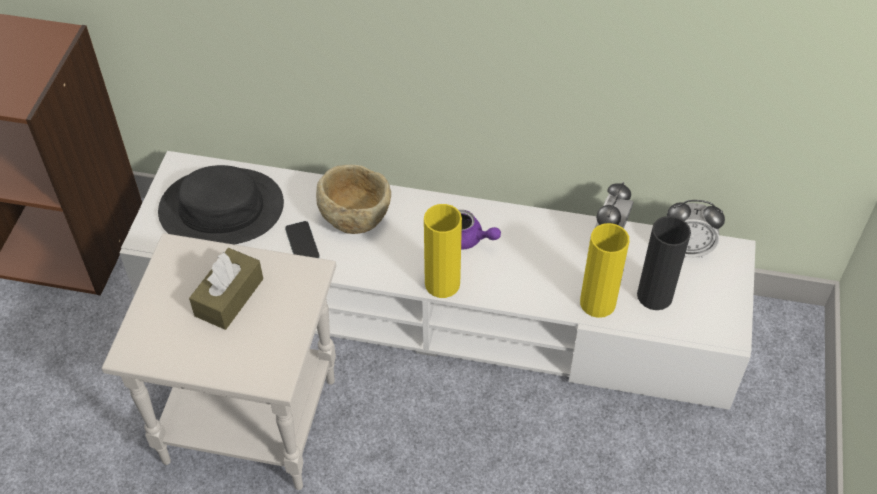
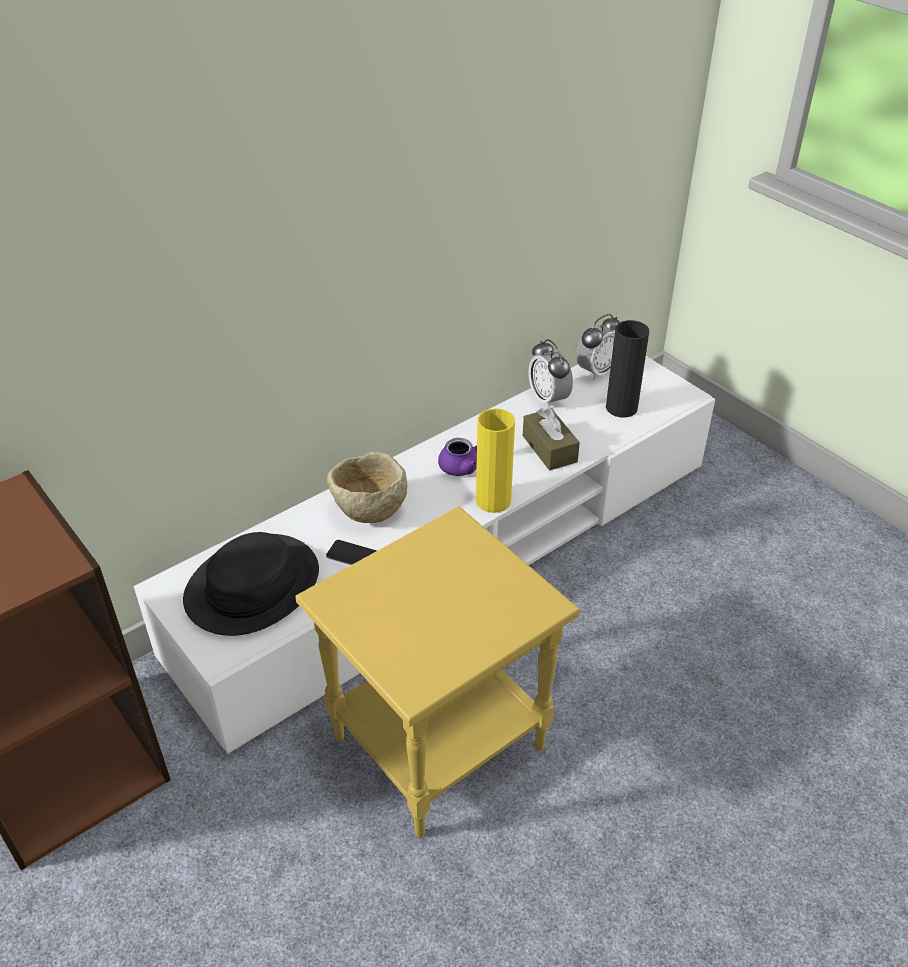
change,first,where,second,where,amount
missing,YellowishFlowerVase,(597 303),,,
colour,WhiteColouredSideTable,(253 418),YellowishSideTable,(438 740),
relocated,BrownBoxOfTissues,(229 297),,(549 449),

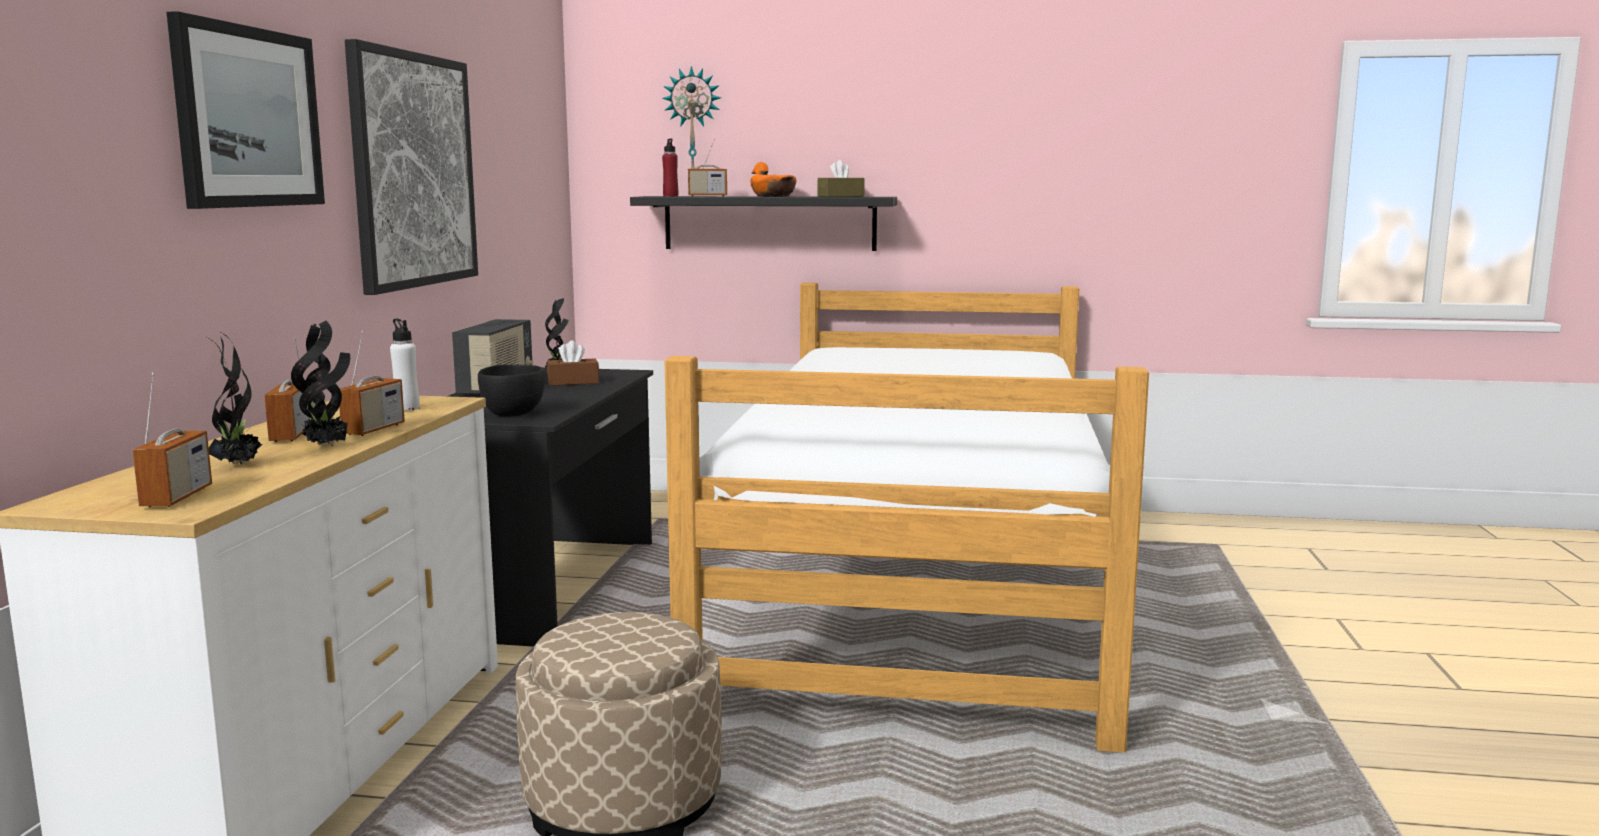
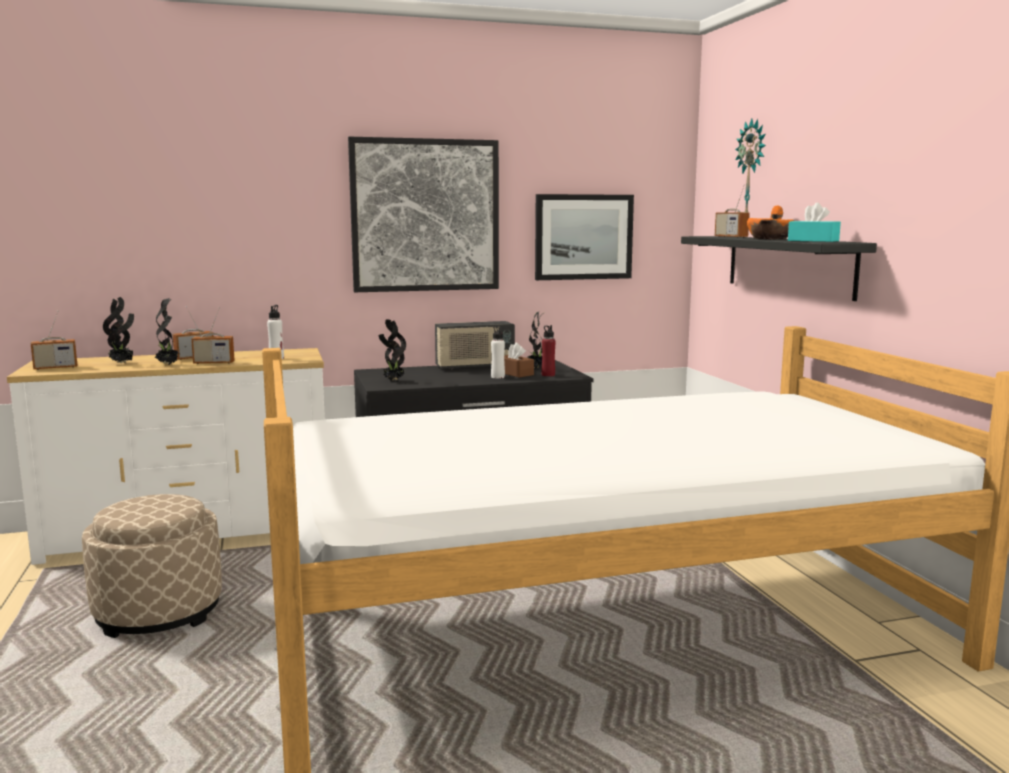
change,first,where,second,where,amount
relocated,WallArt,(248 117),,(583 237),
relocated,ReddishBottle,(670 196),,(548 375),
colour,BrownBoxOfTissues,(840 196),TurquoiseColouredBoxOfTissues,(813 241),
exchanged,BlackishServingBowl,(513 414),PlantInAPot,(393 380),
appeared,,,WhiteColouredBottle,(497 377),

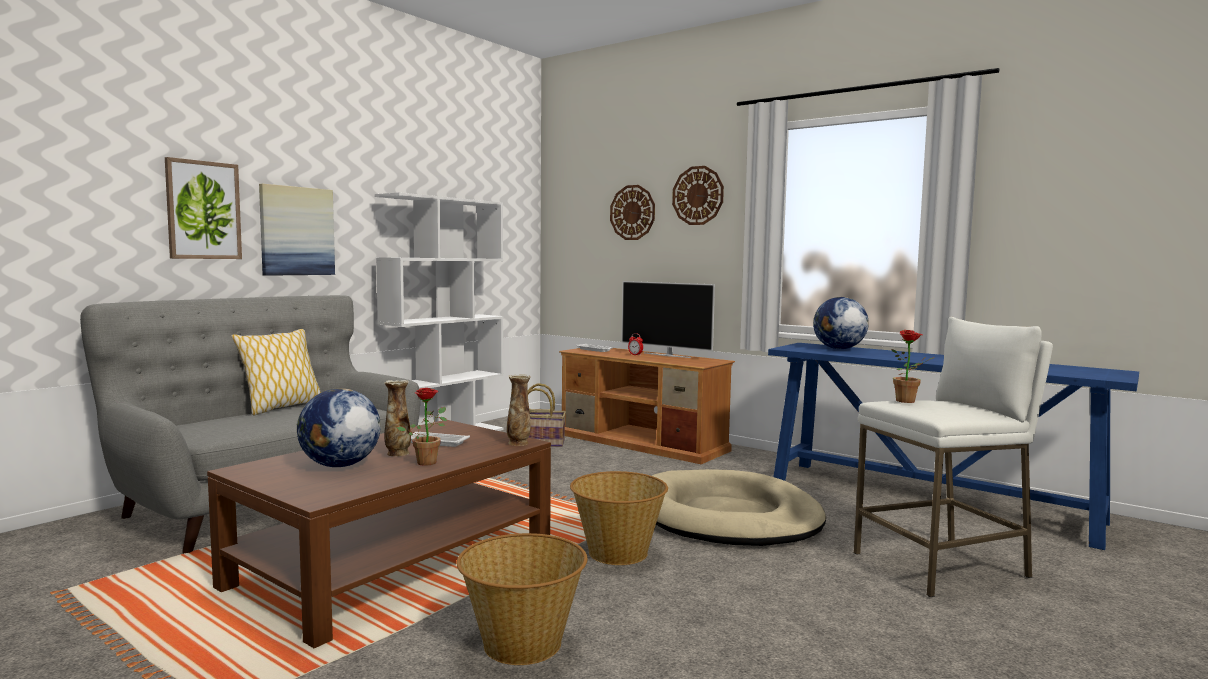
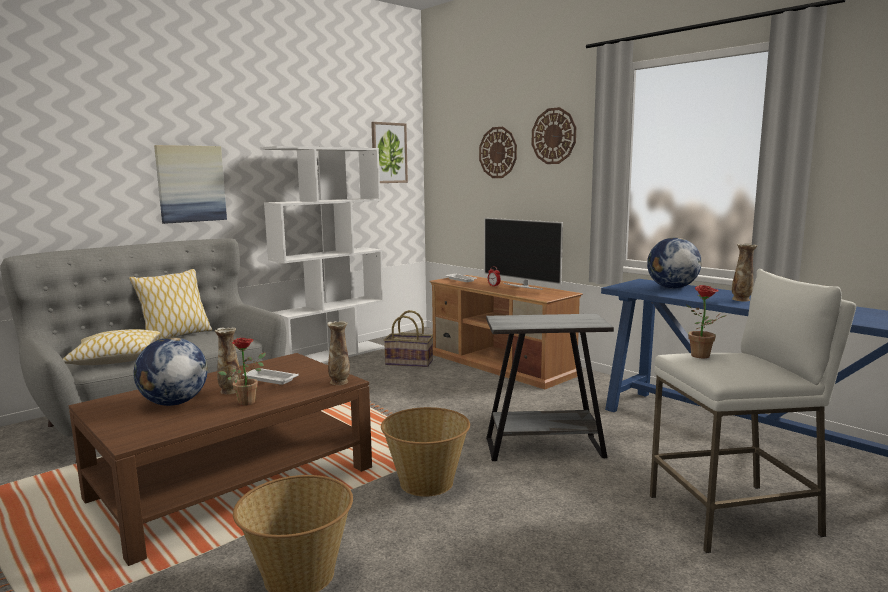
change,first,where,second,where,amount
relocated,WallArt,(203 210),,(389 153),
exchanged,BeigePetBed,(727 516),GreySideTable,(544 448),
appeared,,,FlowerVase,(741 299),
appeared,,,Pillow,(115 358),

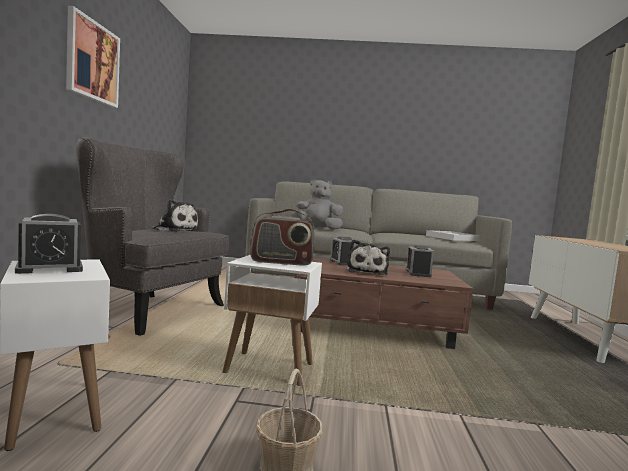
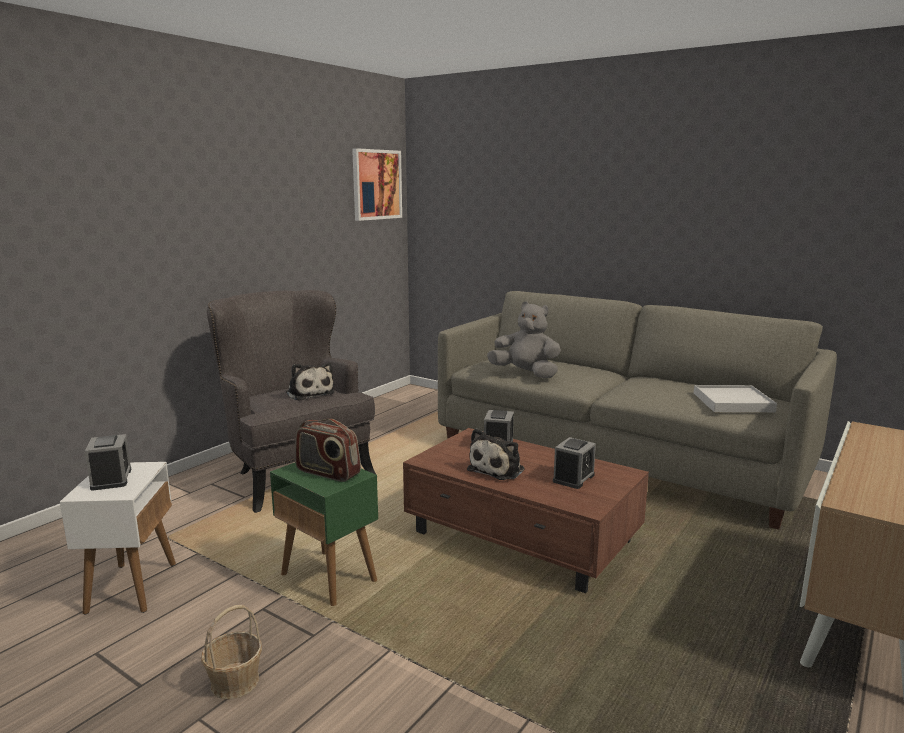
change,first,where,second,where,amount
relocated,WallArt,(92 61),,(376 184),
spun,TableClock,(50 268),,(111 479),105 degrees counterclockwise
colour,WhiteColouredSideTable,(270 369),GreenSideTable,(329 578),

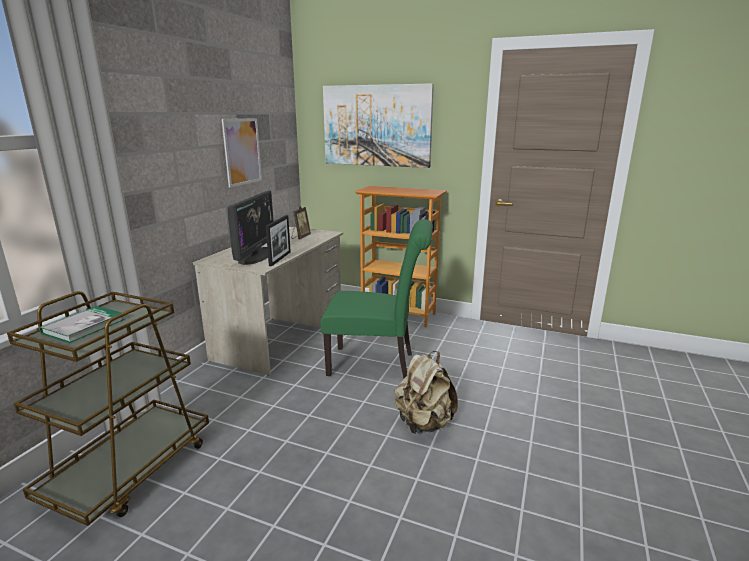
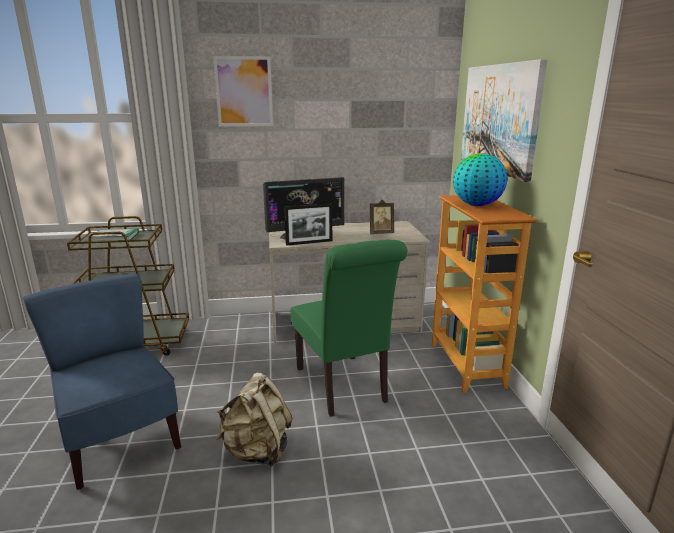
change,first,where,second,where,amount
relocated,WallArt,(242 151),,(244 92),
appeared,,,DeskGlobe,(476 205),
appeared,,,BluishPlainChair,(120 441),

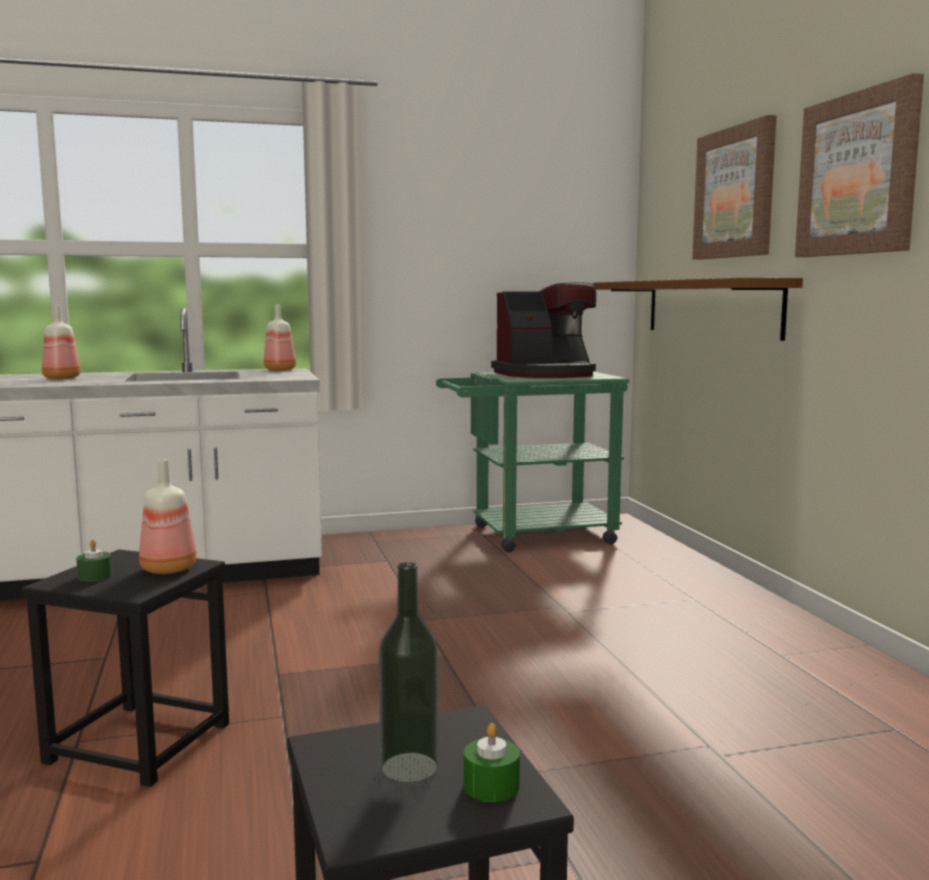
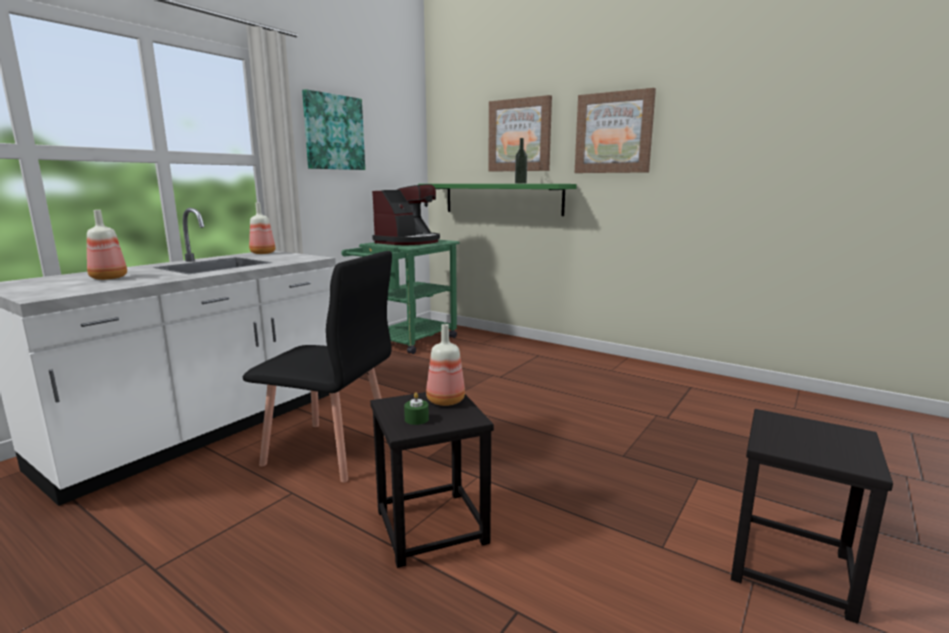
change,first,where,second,where,amount
colour,BrownBracketShelf,(710 307),GreenBracketShelf,(502 198),
relocated,Bottle,(409 768),,(520 183),
missing,GreenWaxLight,(491 786),,,
appeared,,,WallArt,(333 132),
appeared,,,BlackishPlainChair,(329 451),

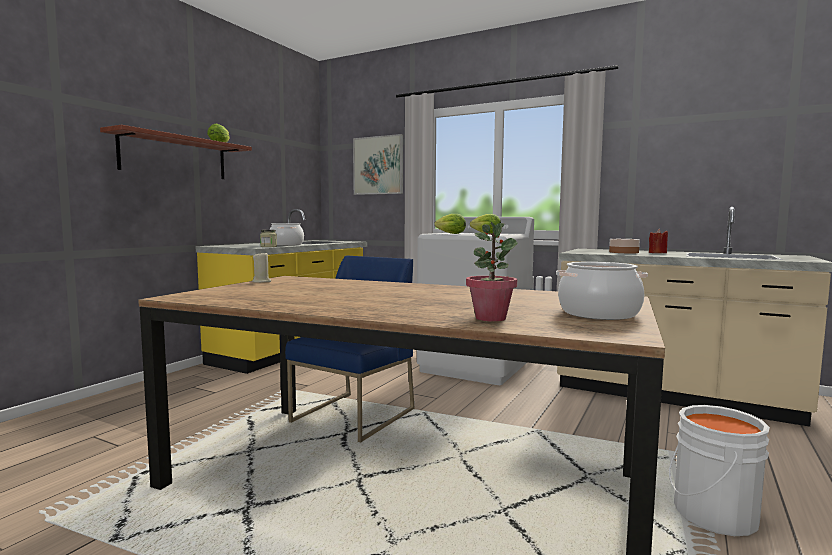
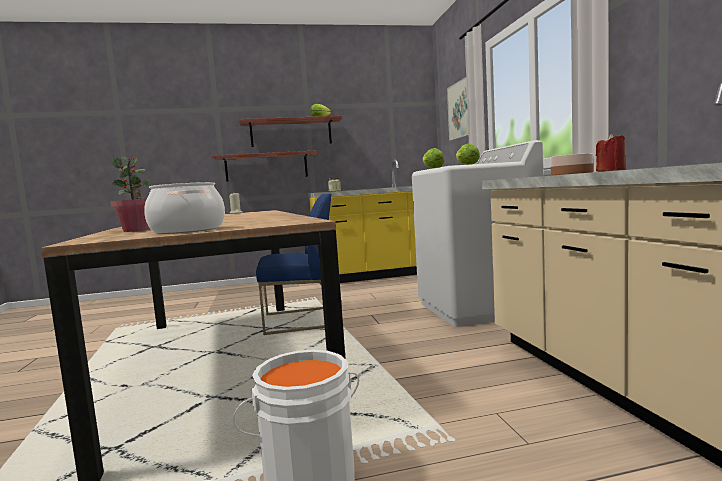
change,first,where,second,where,amount
missing,CookingPot,(286 244),,,
appeared,,,BracketShelf,(266 167),

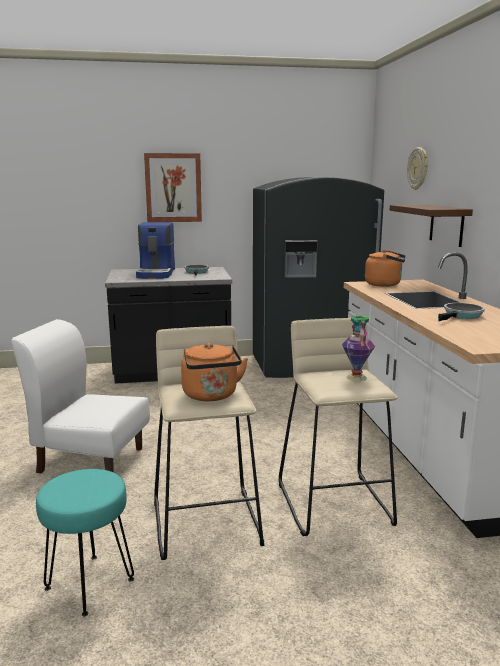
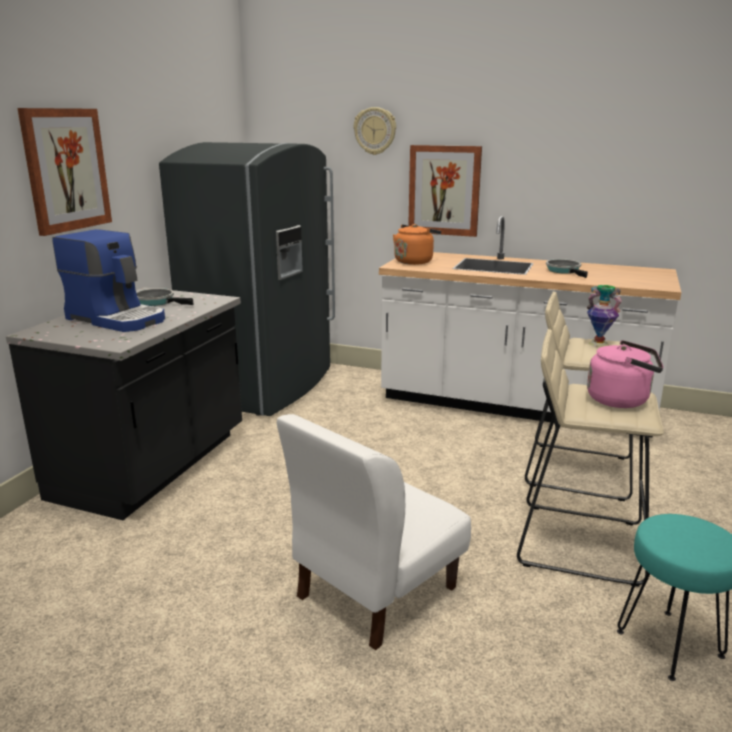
change,first,where,second,where,amount
exchanged,BrownBracketShelf,(446 225),WallArt,(444 190),
colour,OrangeKettle,(211 396),PinkKettle,(621 400),

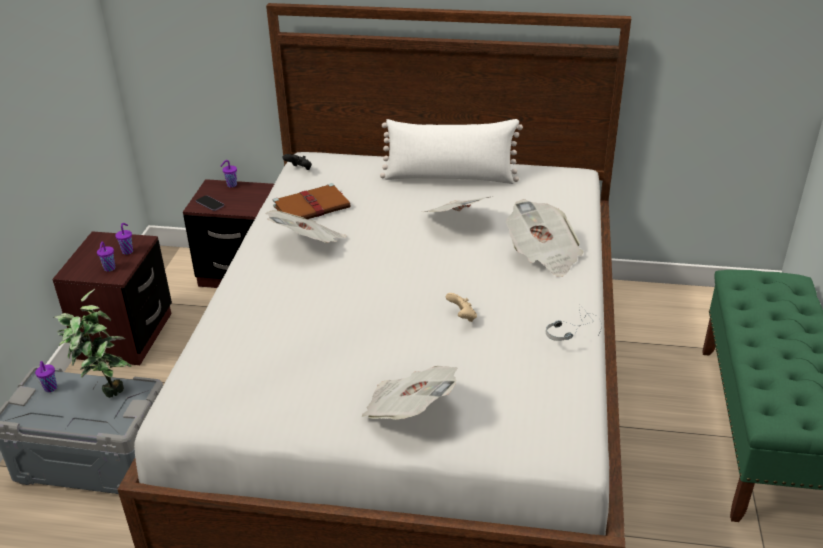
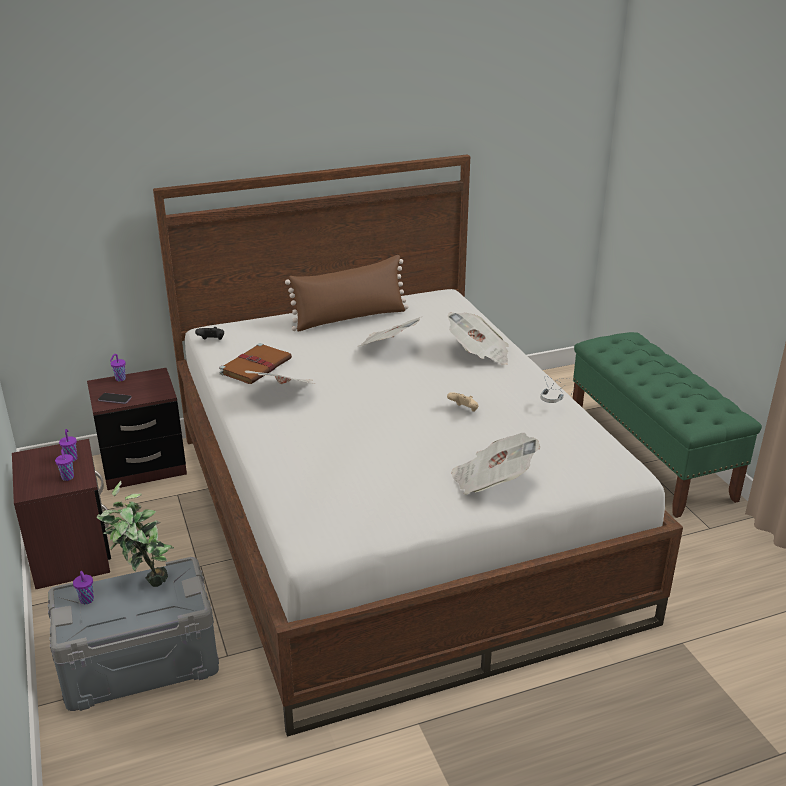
change,first,where,second,where,amount
colour,WhiteColouredPillow,(450 178),BrownPillow,(350 318),

